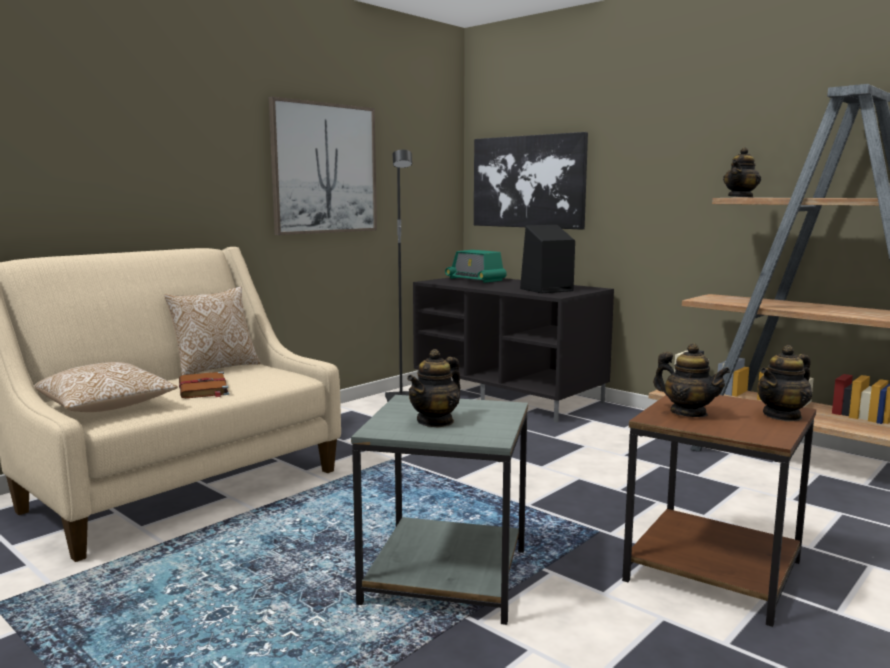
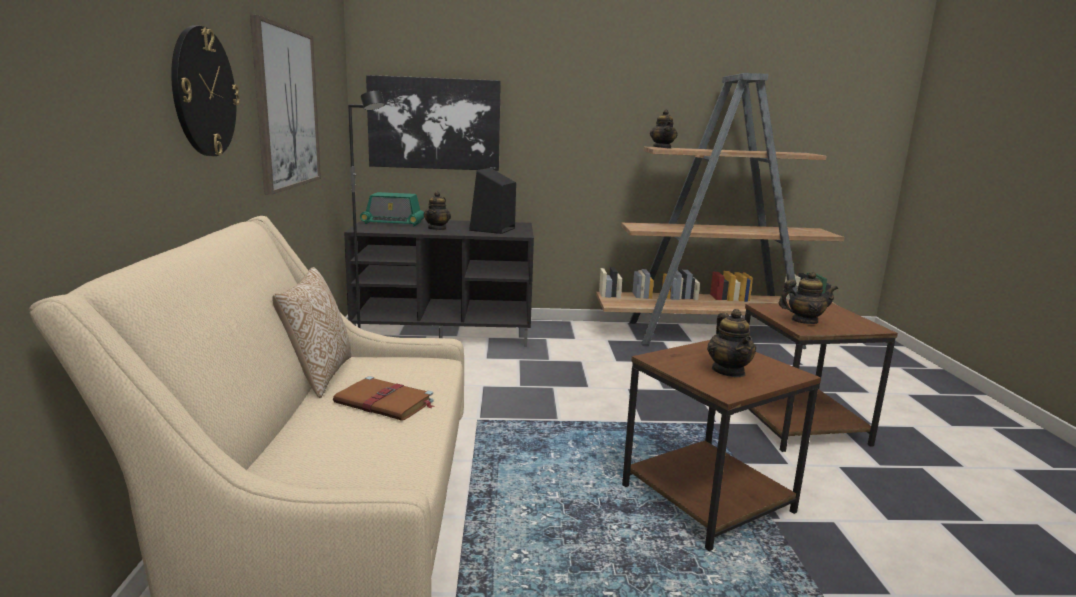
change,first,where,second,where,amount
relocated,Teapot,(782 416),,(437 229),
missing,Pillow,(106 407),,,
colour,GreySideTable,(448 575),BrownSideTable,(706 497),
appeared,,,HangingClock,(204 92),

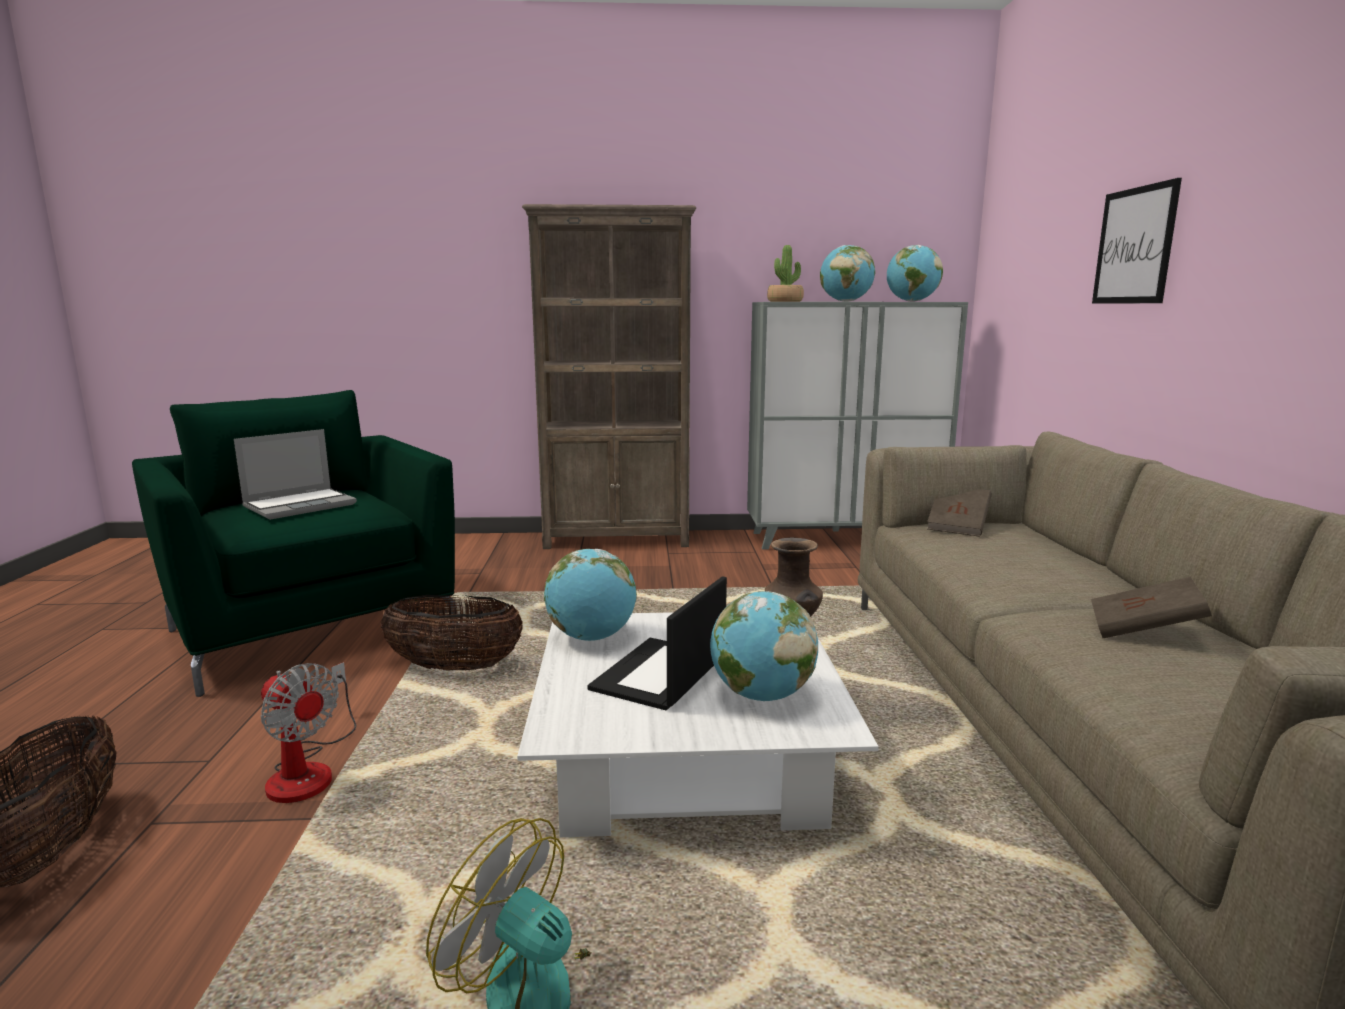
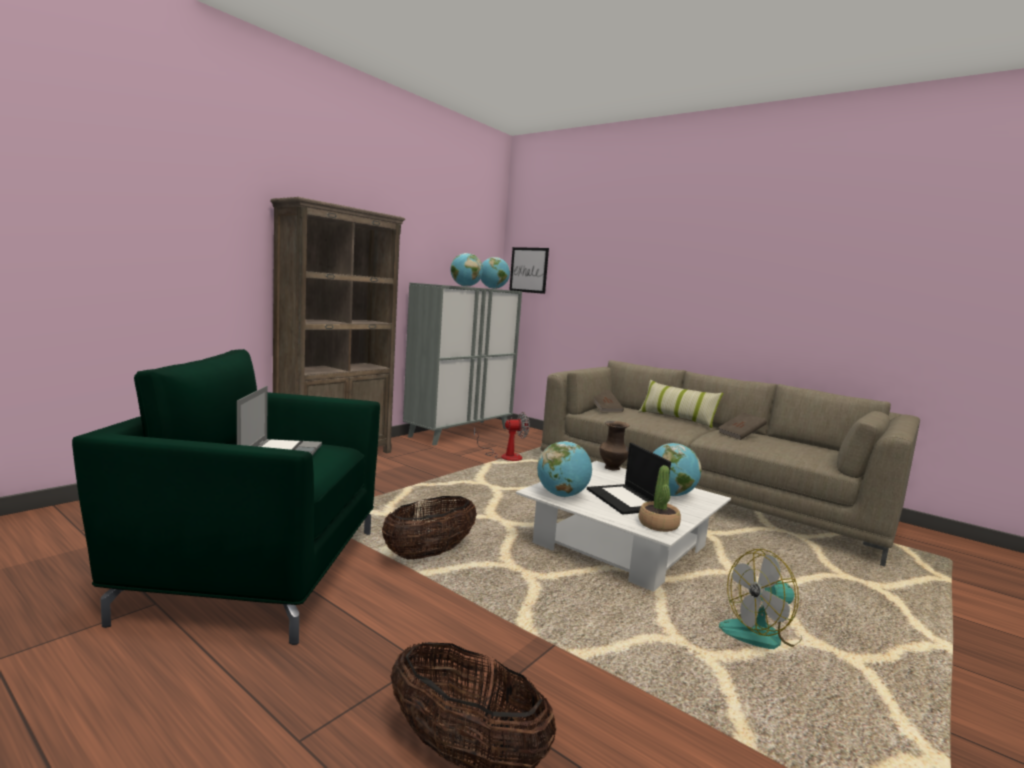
change,first,where,second,where,amount
relocated,WallArt,(1134 246),,(529 270),
relocated,PlantInAPot,(785 301),,(658 524),
relocated,Fan,(309 770),,(505 456),
appeared,,,Pillow,(677 419),

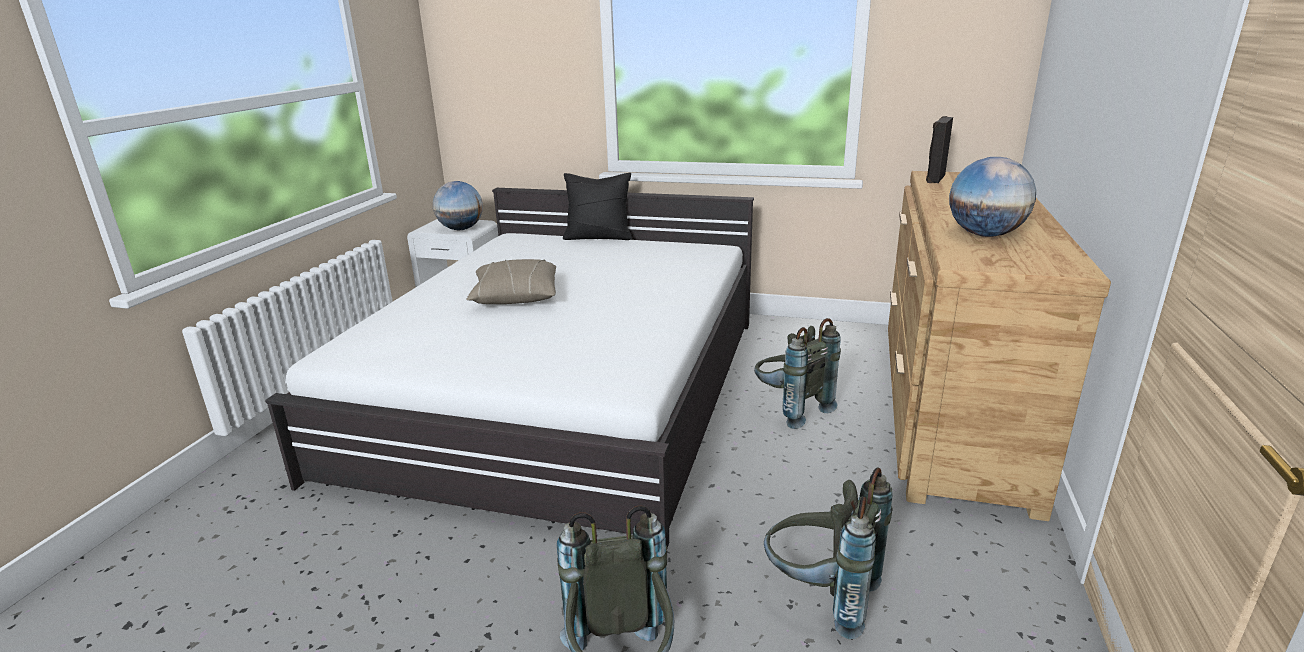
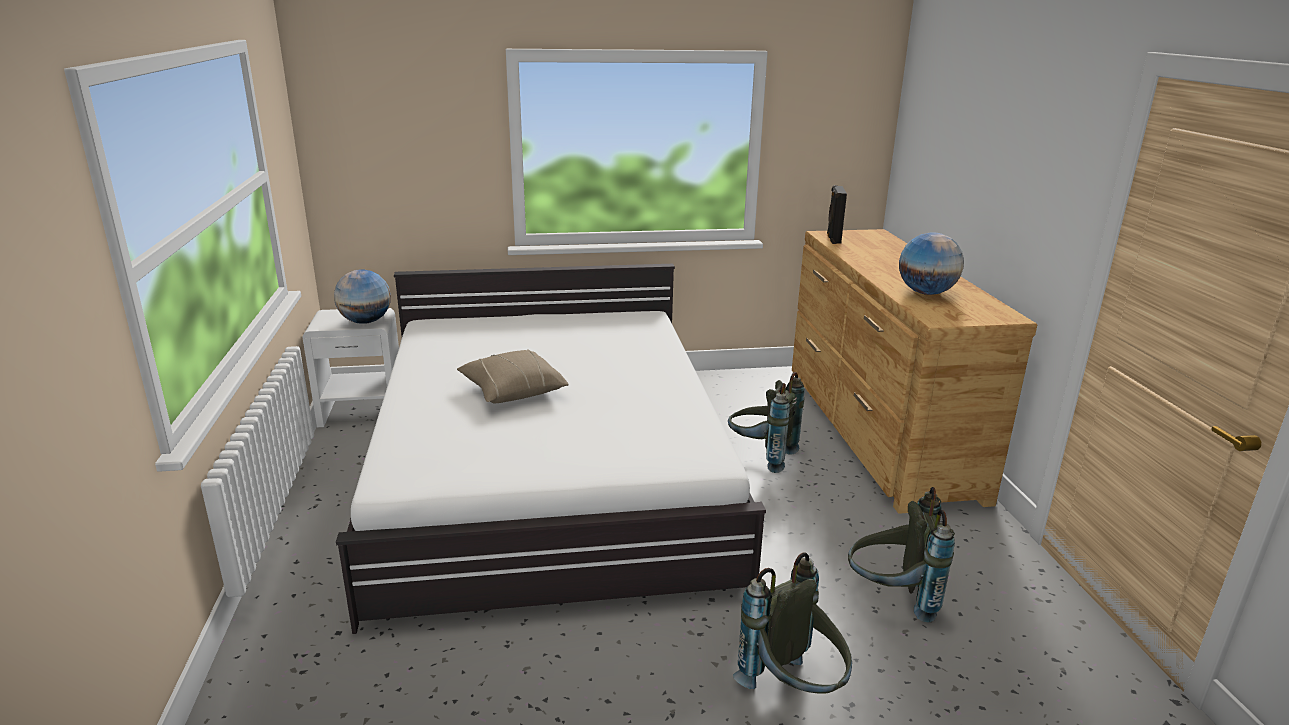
change,first,where,second,where,amount
missing,BlackishPillow,(598 237),,,

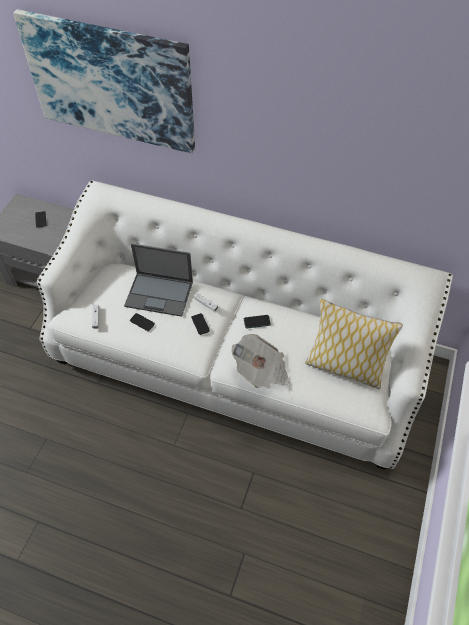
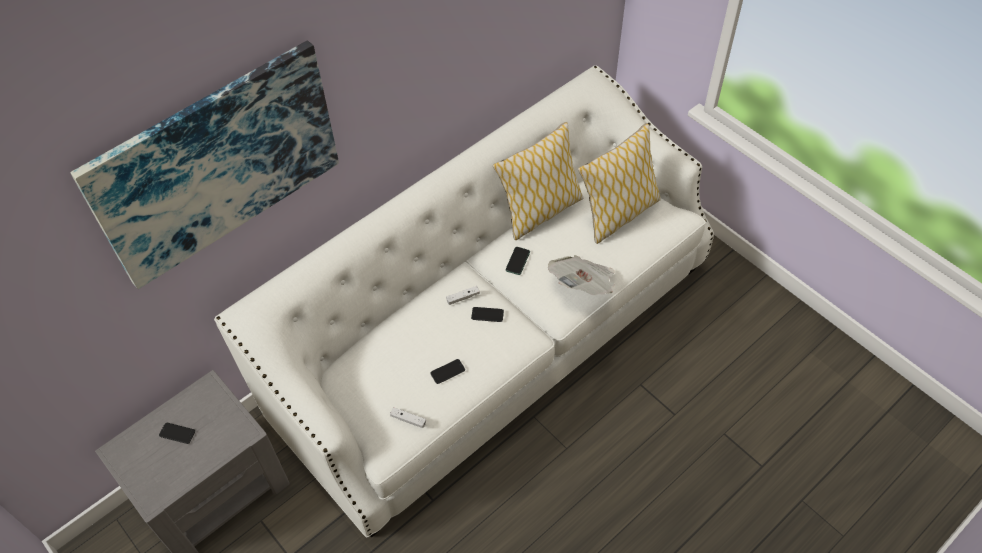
change,first,where,second,where,amount
missing,PortableComputer,(160 294),,,
appeared,,,Pillow,(540 212),

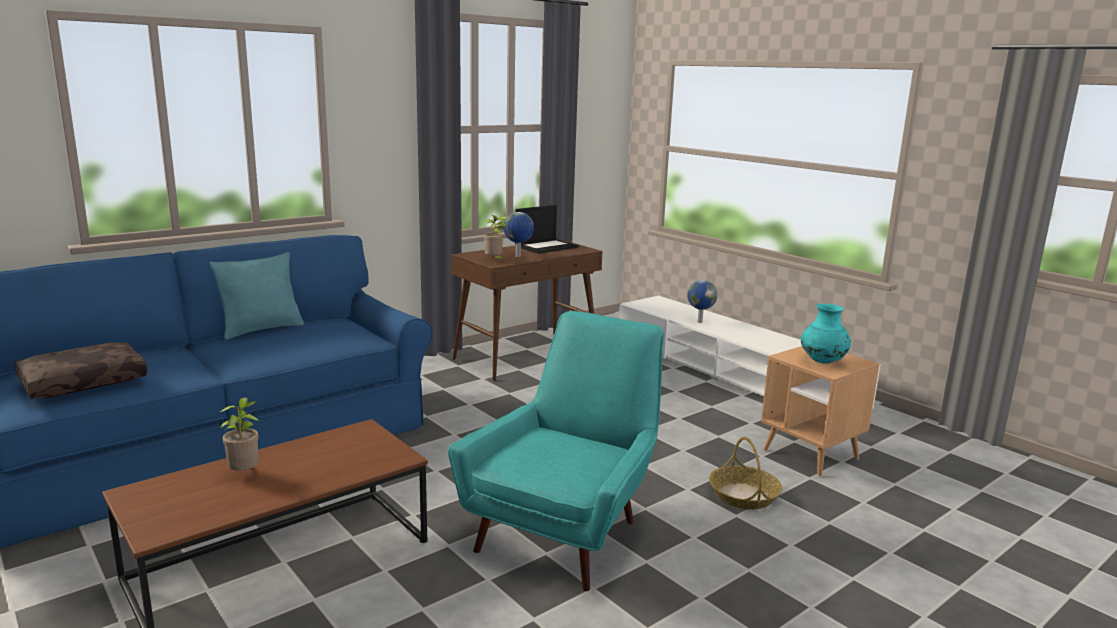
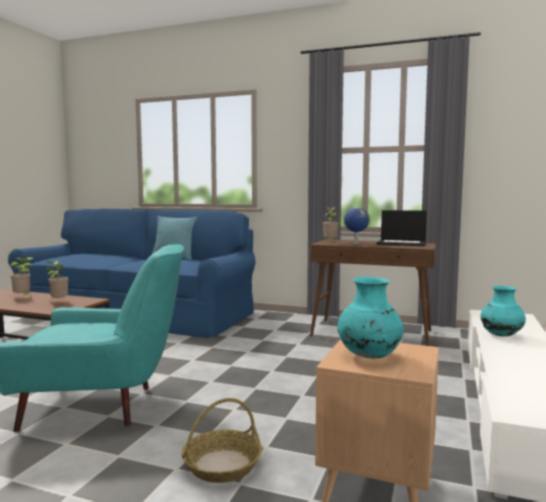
change,first,where,second,where,amount
exchanged,DeskGlobe,(699 322),TurquoiseColouredFlowerVase,(501 335),
missing,BrownPillow,(84 381),,,
appeared,,,PlantInAPot,(58 302),

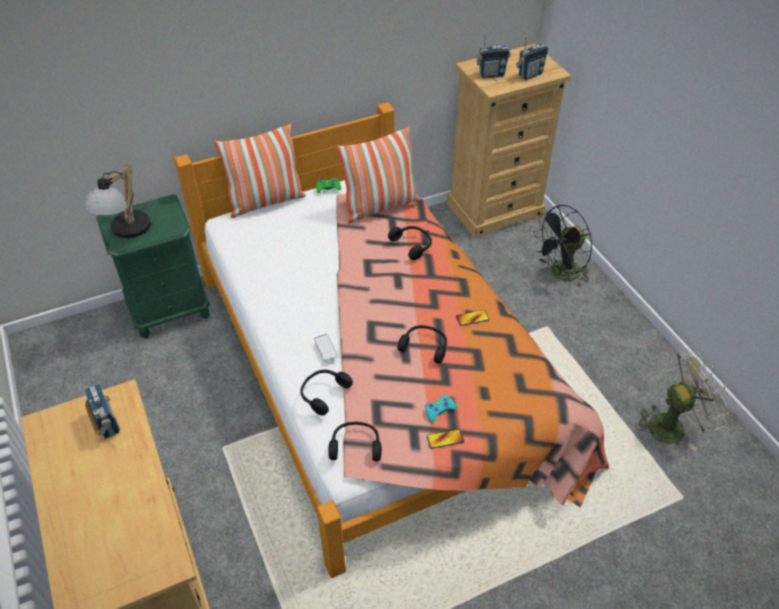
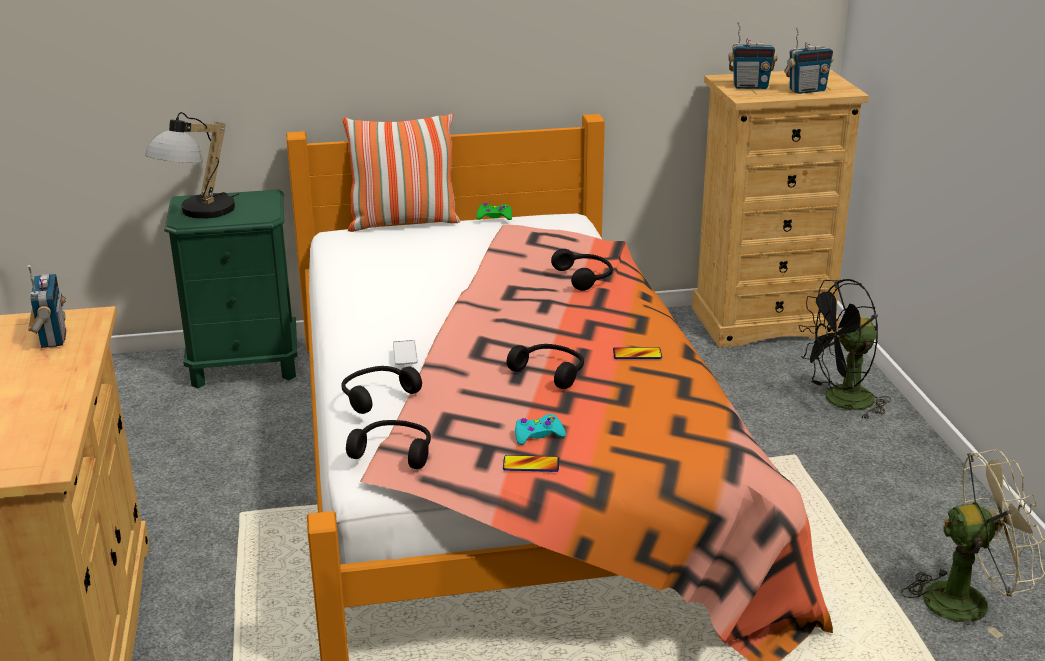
change,first,where,second,where,amount
missing,Pillow,(380 206),,,

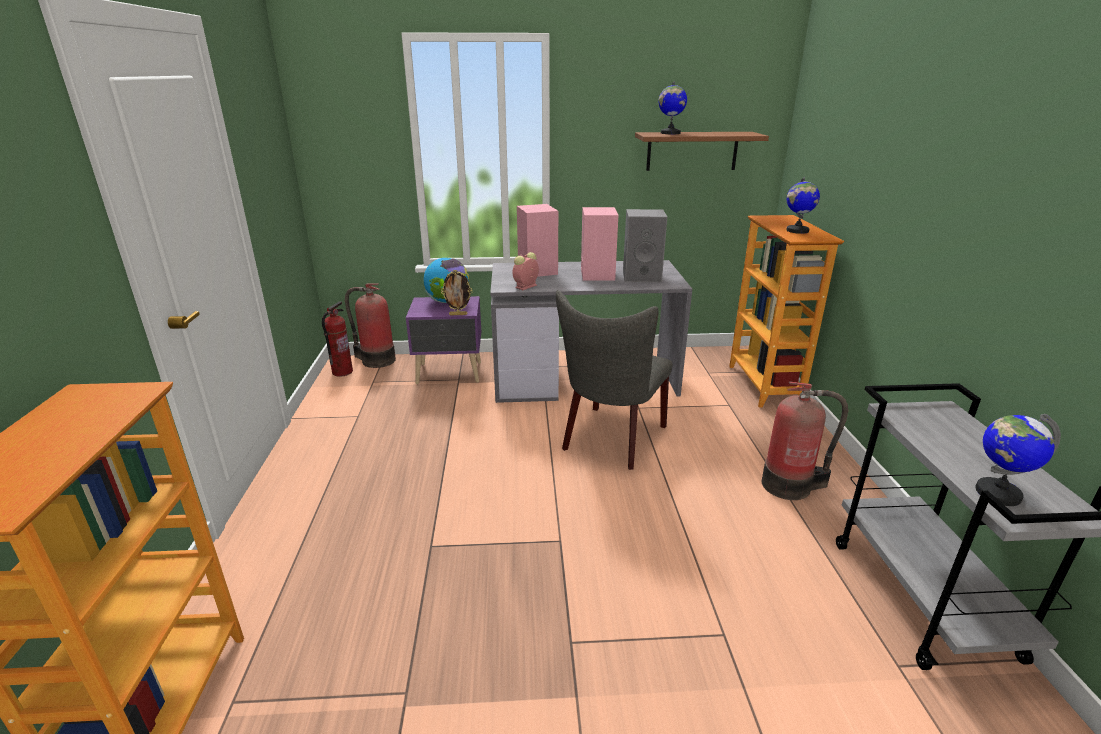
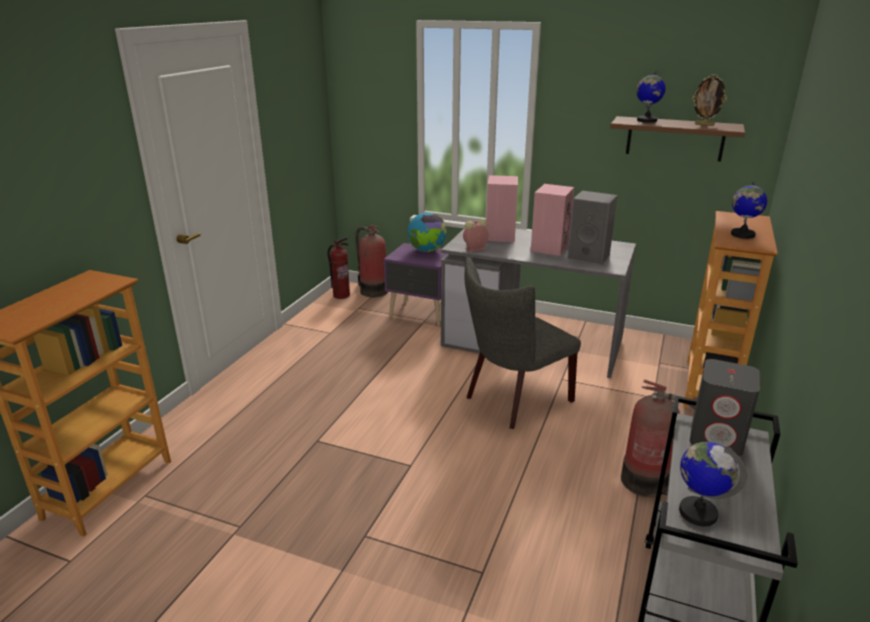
change,first,where,second,where,amount
relocated,PhotoFrame,(458 314),,(704 125),
appeared,,,GreyLoudspeaker,(717 438),

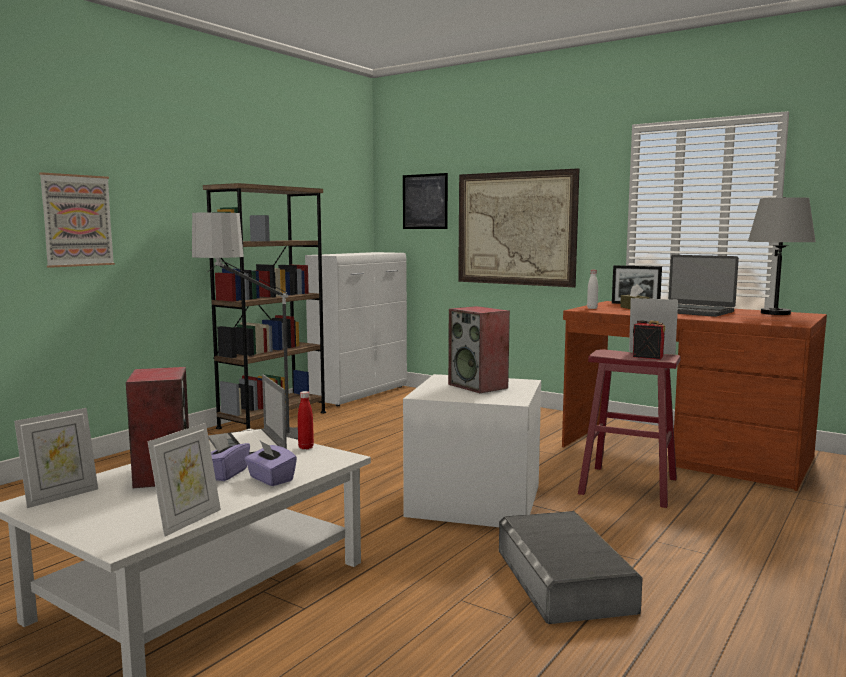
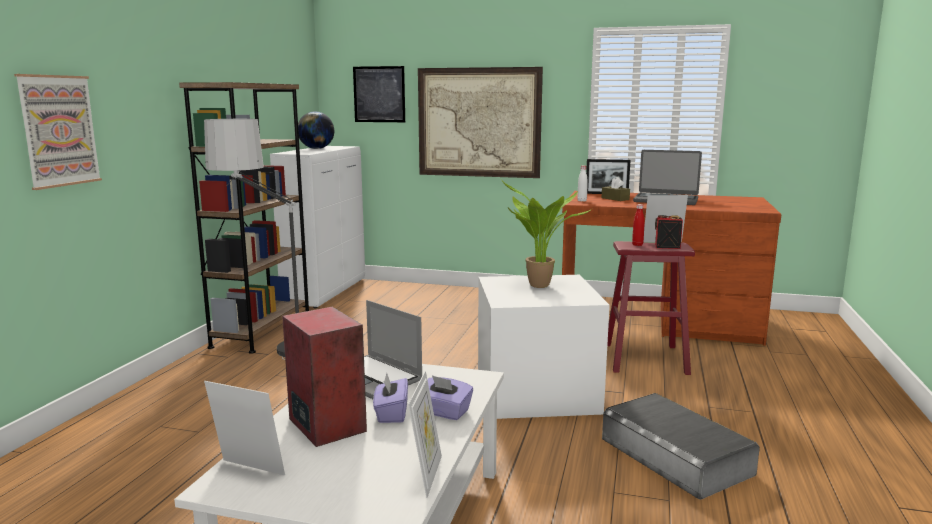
change,first,where,second,where,amount
missing,GreyTabletopLamp,(775 313),,,
exchanged,Loudspeaker,(479 386),PlantInAPot,(538 287),
relocated,ReddishBottle,(306 447),,(637 245),
spun,PhotoFrame,(61 496),,(248 471),90 degrees counterclockwise
appeared,,,DeskGlobe,(316 148),

